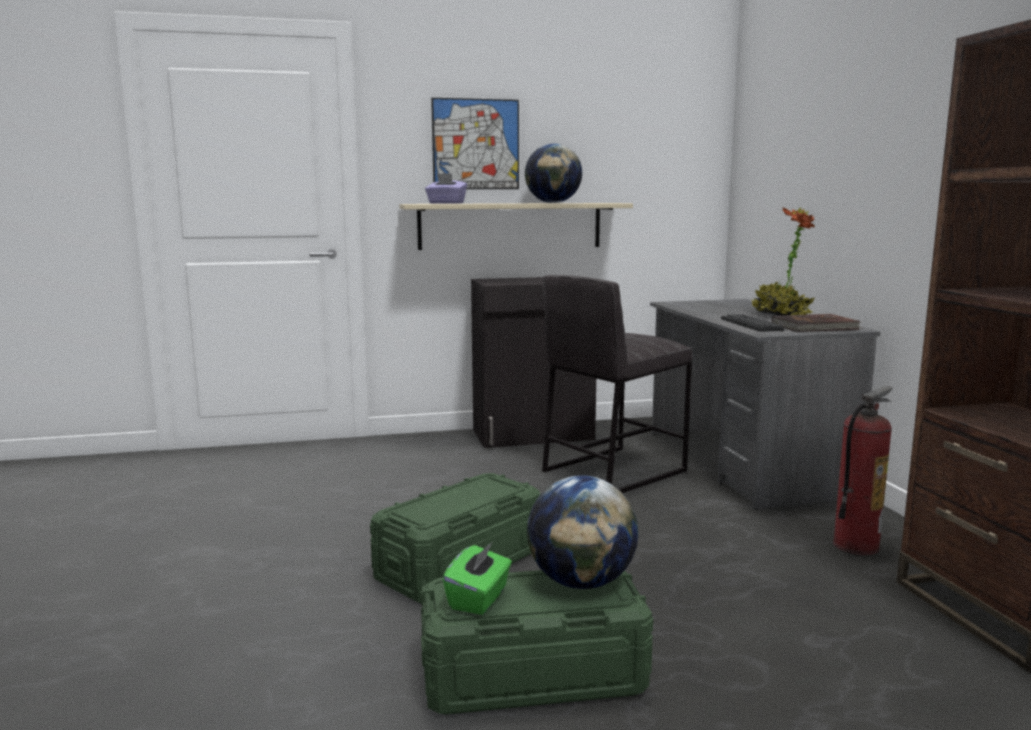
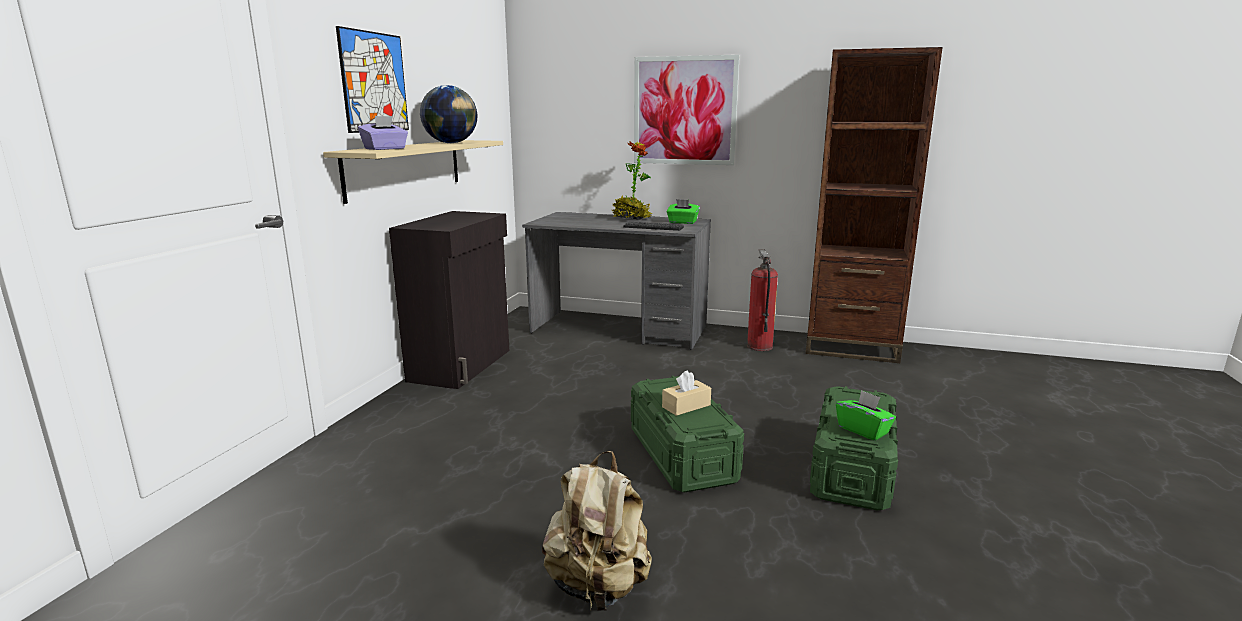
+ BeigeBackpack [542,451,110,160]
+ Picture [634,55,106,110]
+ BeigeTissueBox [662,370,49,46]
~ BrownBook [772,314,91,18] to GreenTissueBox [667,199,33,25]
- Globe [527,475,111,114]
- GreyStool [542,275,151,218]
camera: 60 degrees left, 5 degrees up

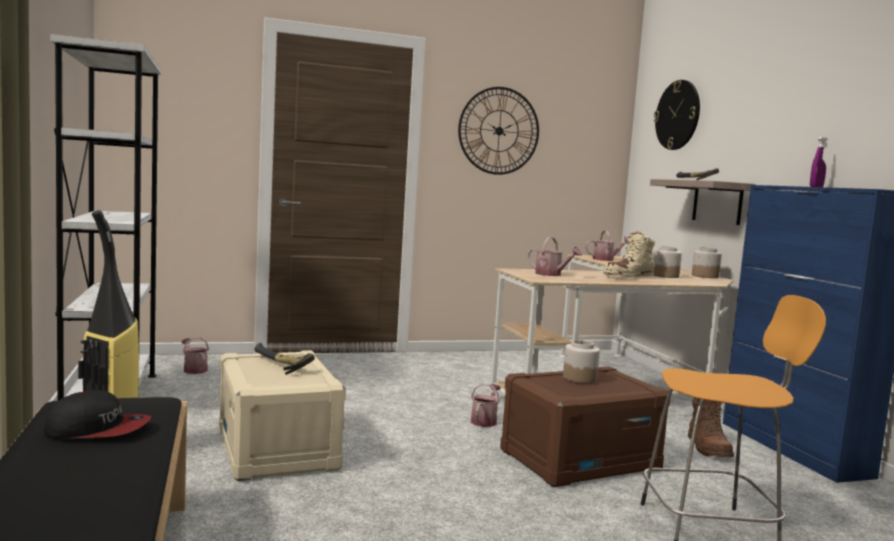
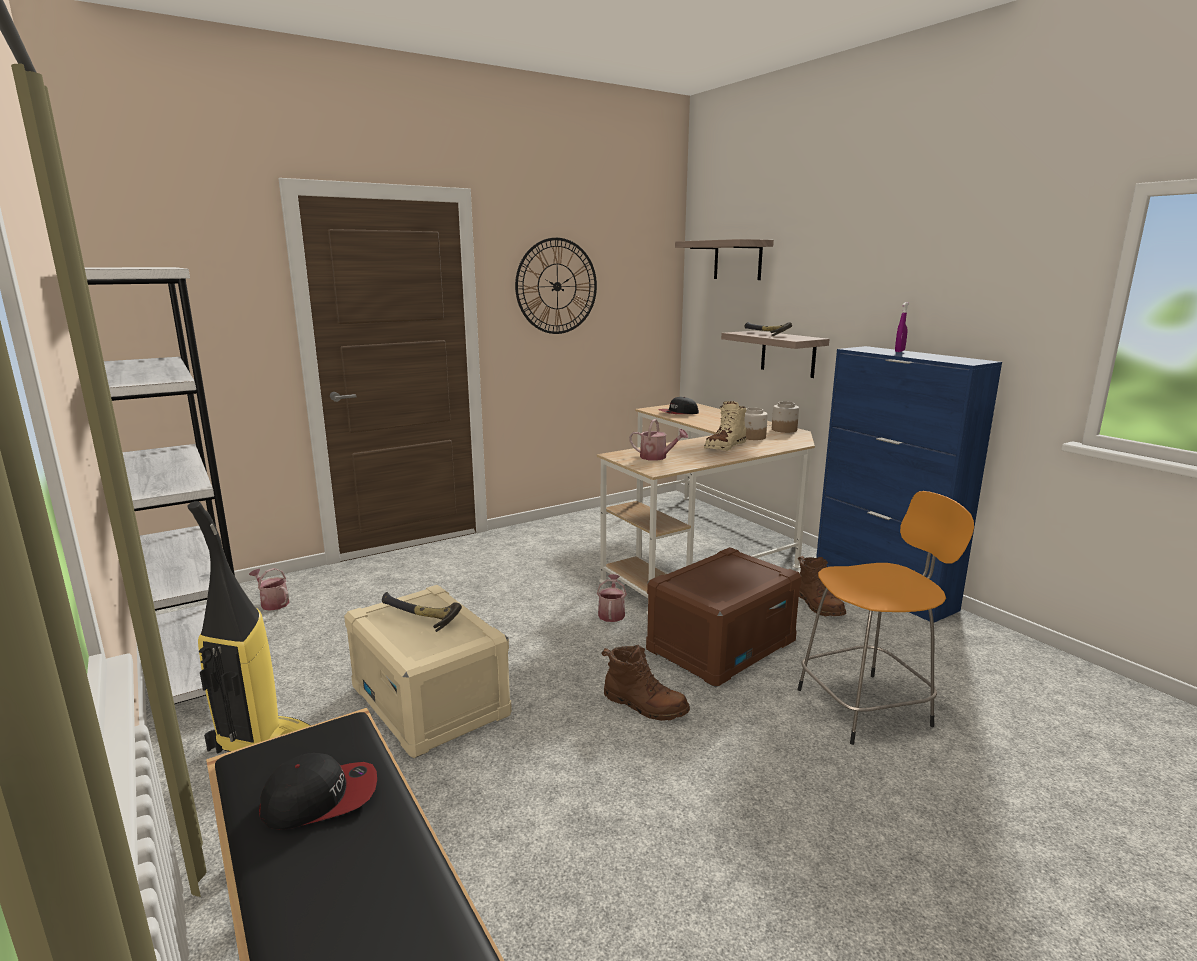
+ BrownBoot [601,645,89,76]
~ WateringCan [585,230,43,31] to Cap [658,397,41,17]
~ WallClock [654,80,46,70] to Shelf [675,239,99,41]
- Jar [563,340,37,43]
camera: 15 degrees left, 10 degrees up

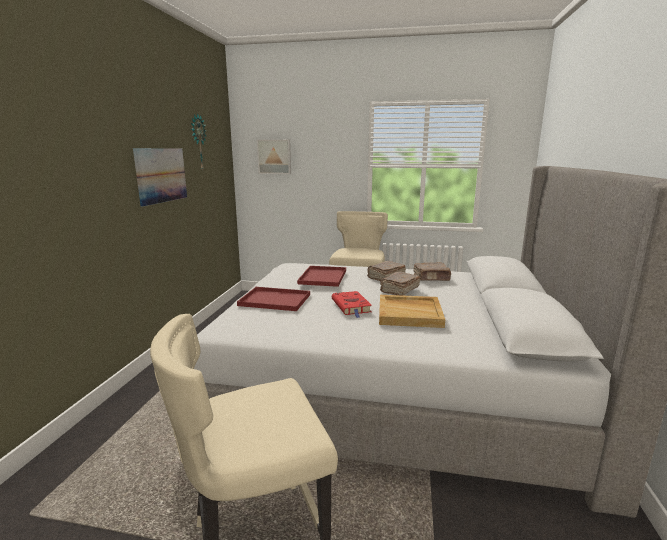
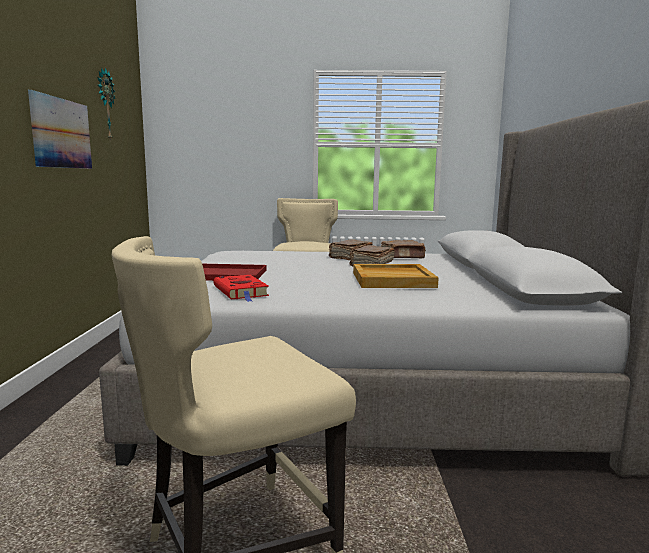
~ RedBook [332,291,40,27] to [214,275,55,27]
- Picture [257,139,34,35]
- RedTray [297,266,49,21]
camera: 10 degrees left, 5 degrees down

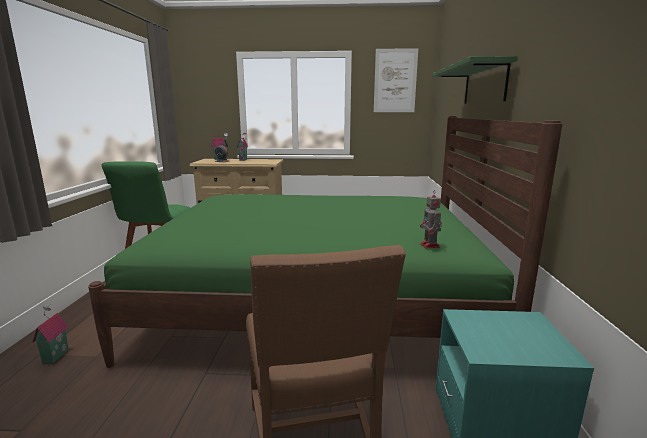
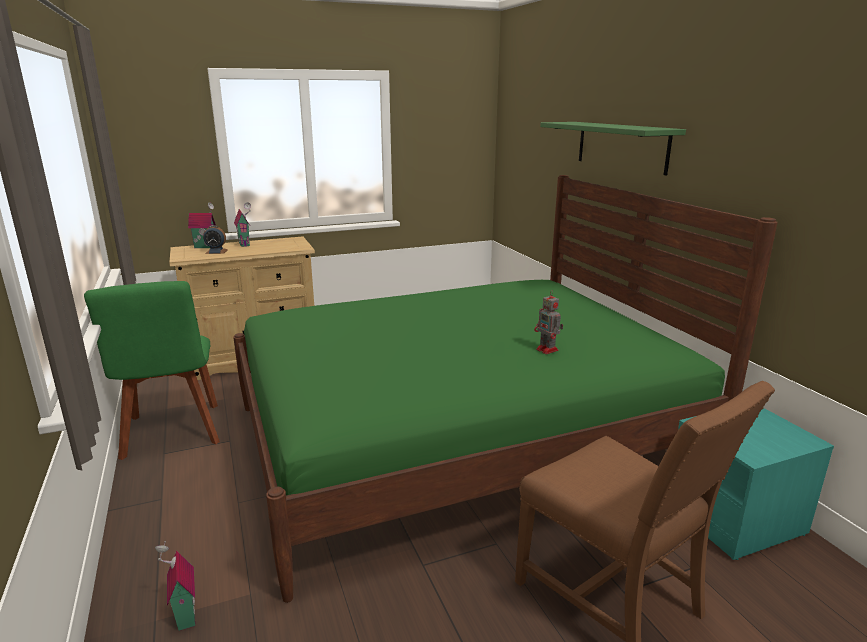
~ ToyRobot [420,190,22,58] to [534,290,29,64]
- Picture [374,48,44,64]
camera: 25 degrees left, 5 degrees up

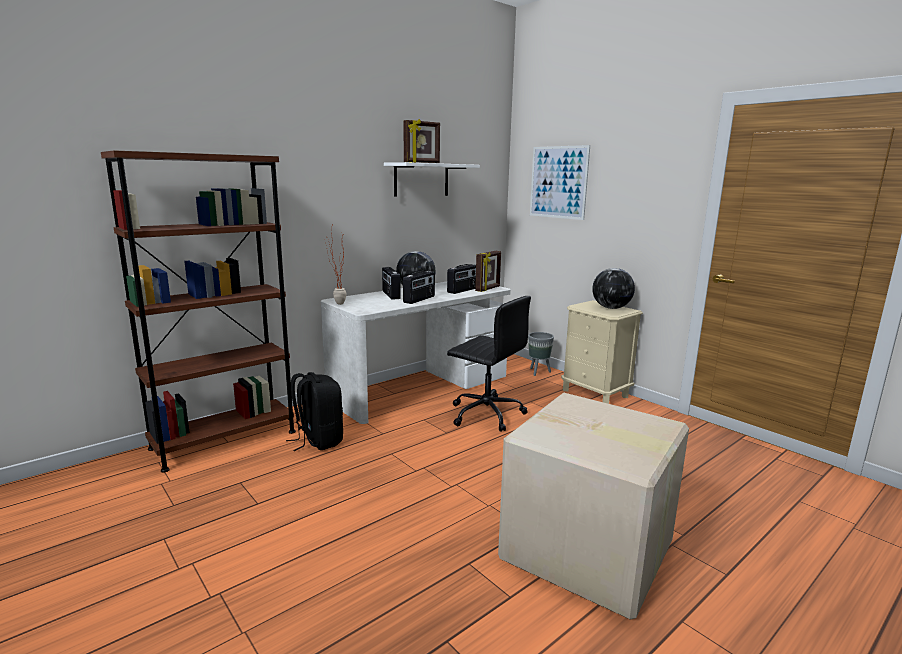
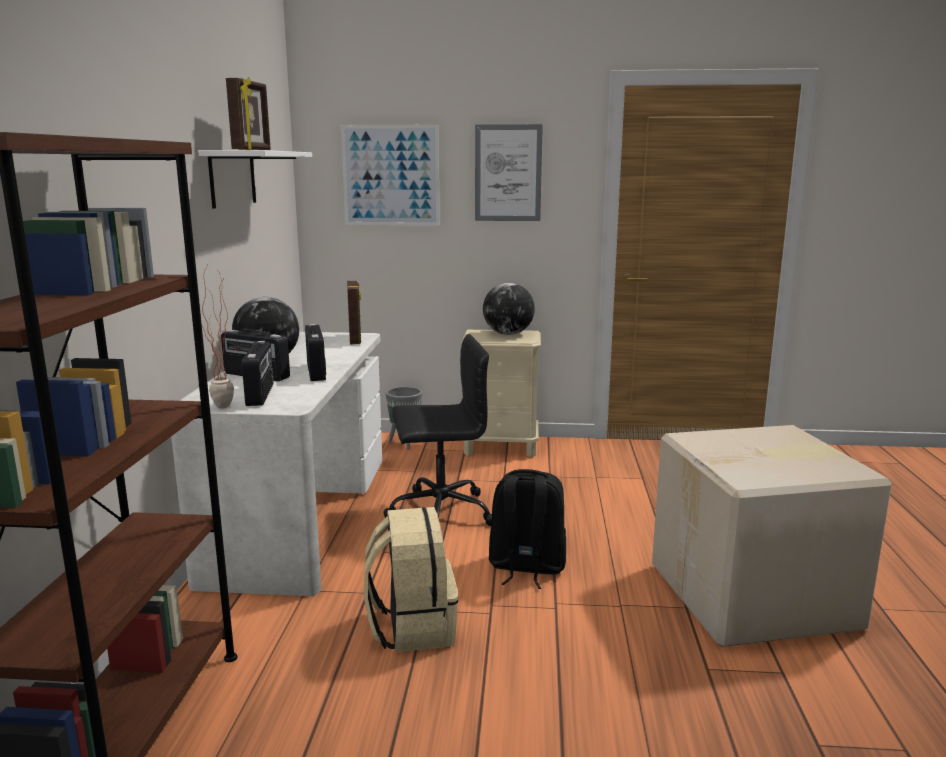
~ Radio [447,264,29,30] to [242,341,32,65]
+ BeigeBackpack [364,507,94,145]
+ Picture [475,124,68,97]
~ BlackBackpack [286,372,57,79] to [489,469,77,120]
camera: 45 degrees left, 0 degrees up

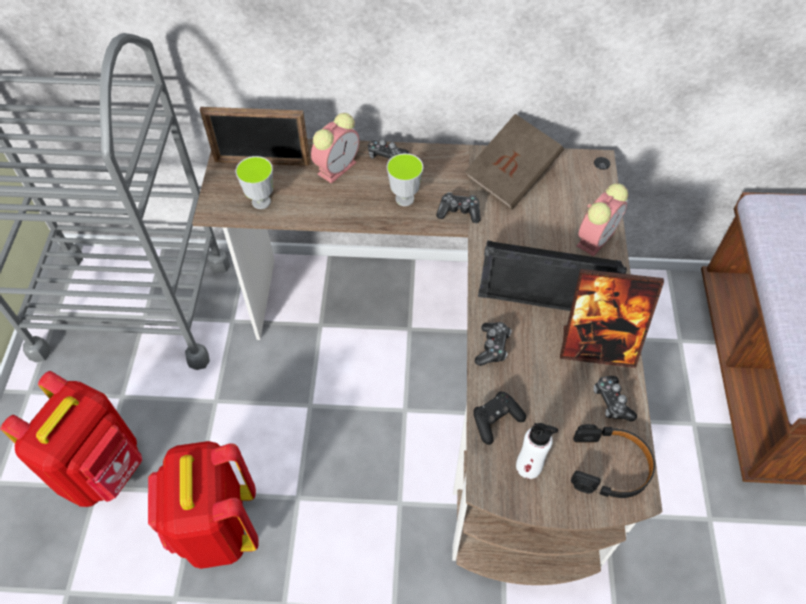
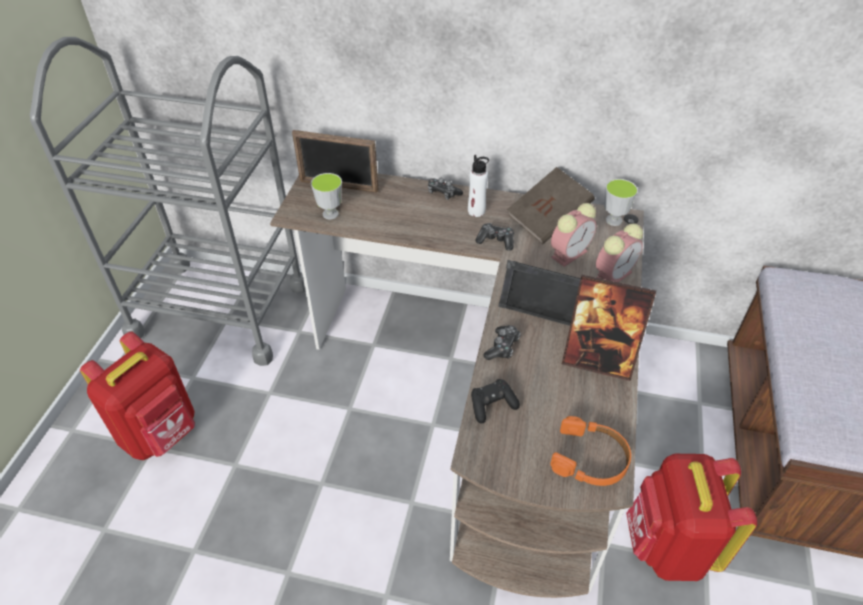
~ WhiteBottle [516,423,42,56] to [468,155,21,62]
~ BlackHeadphones [571,424,84,74] to OrangeHeadphones [550,416,81,70]
~ AlarmClock [311,113,48,71] to [551,203,45,64]
~ Cup [387,153,36,53] to [604,179,34,47]
~ RedBackpack [148,441,111,128] to [626,454,131,127]
- GameController [594,376,43,45]
camera: 10 degrees right, 10 degrees down

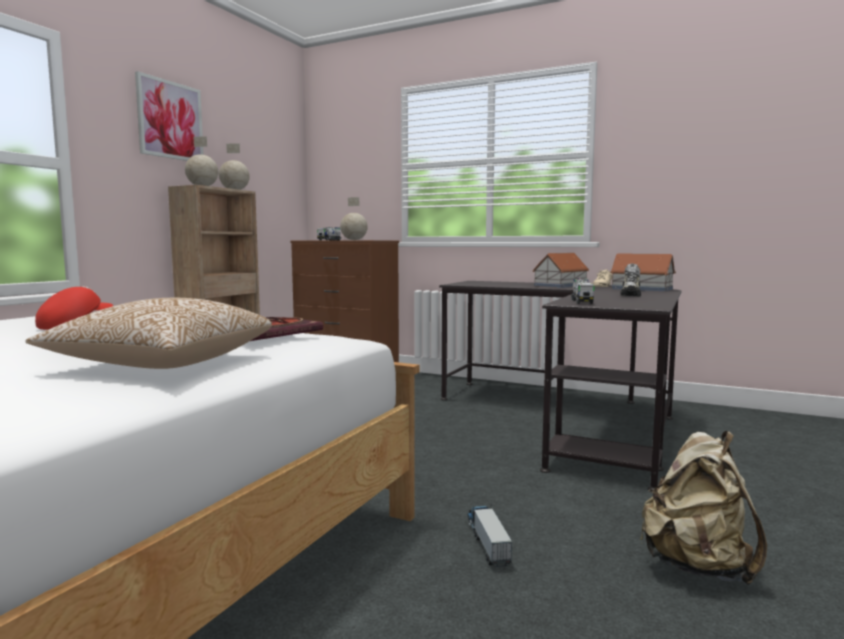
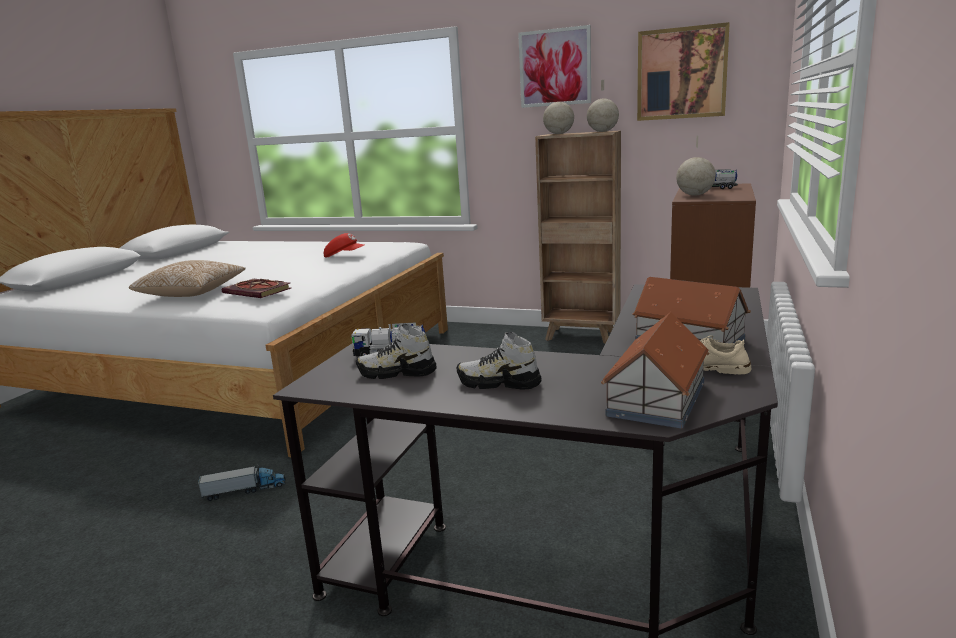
+ Shoe [356,324,81,55]
+ Picture [637,22,93,99]
- BeigeBackpack [640,431,127,154]
camera: 85 degrees right, 10 degrees up

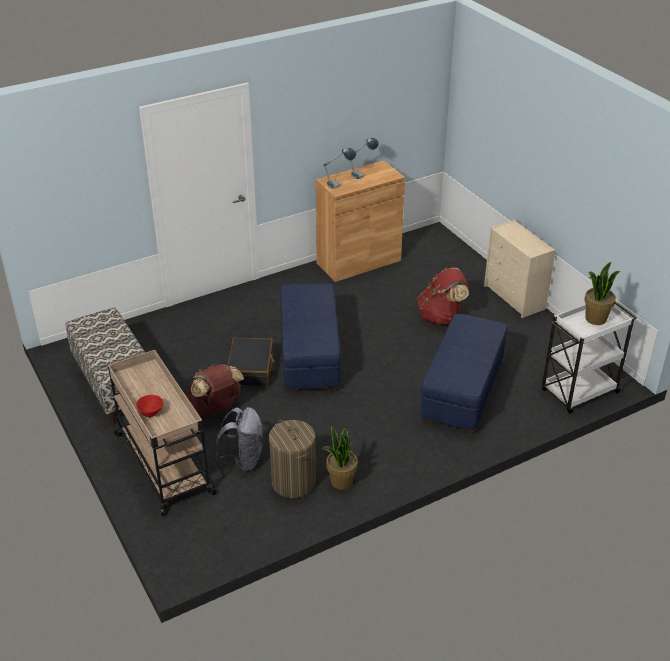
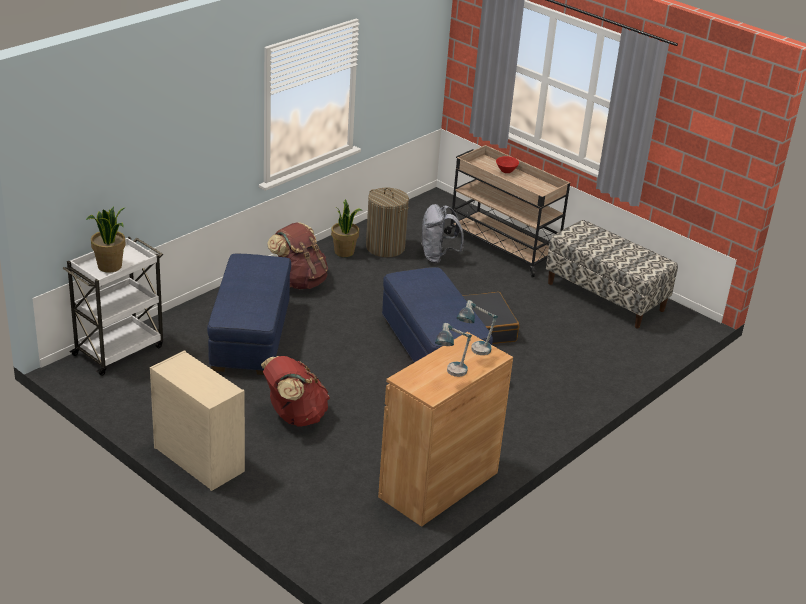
~ BrownBackpack [186,364,58,52] to [267,222,61,67]
camera: 160 degrees right, 5 degrees down

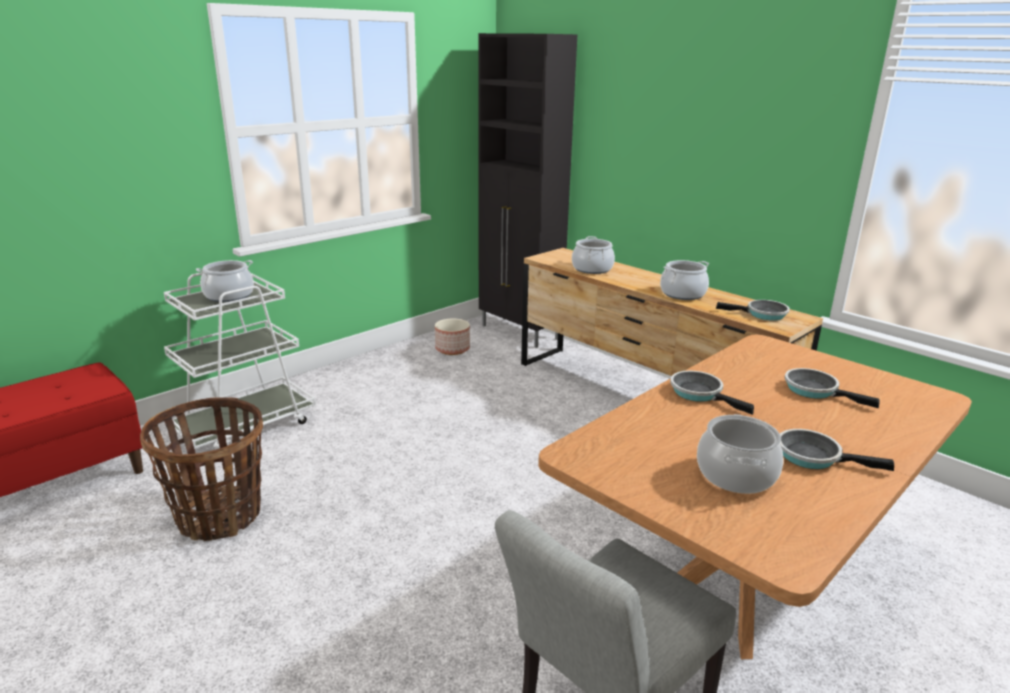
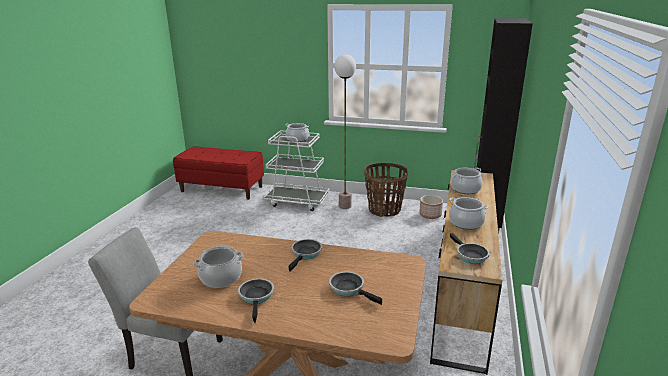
~ FryingPan [785,368,95,40] = [329,271,53,34] 60 degrees counterclockwise
+ FloorLamp [334,54,22,155]
~ Basket [140,397,123,144] to [364,163,44,54]
camera: 60 degrees right, 0 degrees up

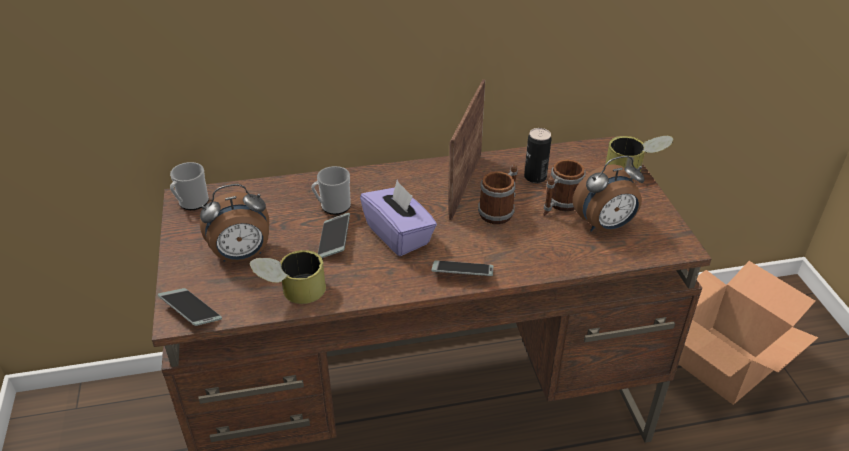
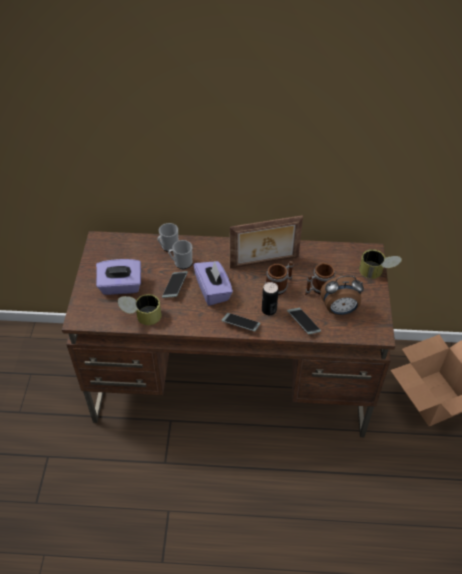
~ AlarmClock [200,184,69,78] to PurpleTissueBox [96,259,45,36]
~ Mug [170,162,39,48] to [157,223,21,29]
~ PictureFrame [448,79,37,141] = [230,215,73,54] 135 degrees counterclockwise
~ Can [524,128,27,55] to [262,282,16,33]
~ Phone [158,288,64,38] to [287,308,34,26]
camera: 15 degrees right, 10 degrees up

